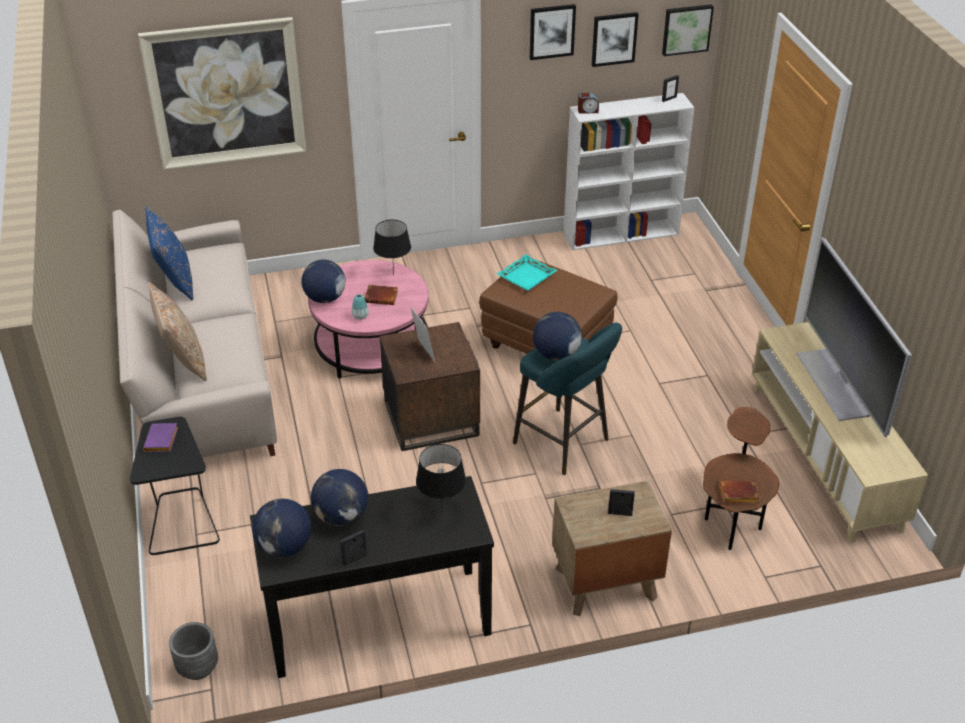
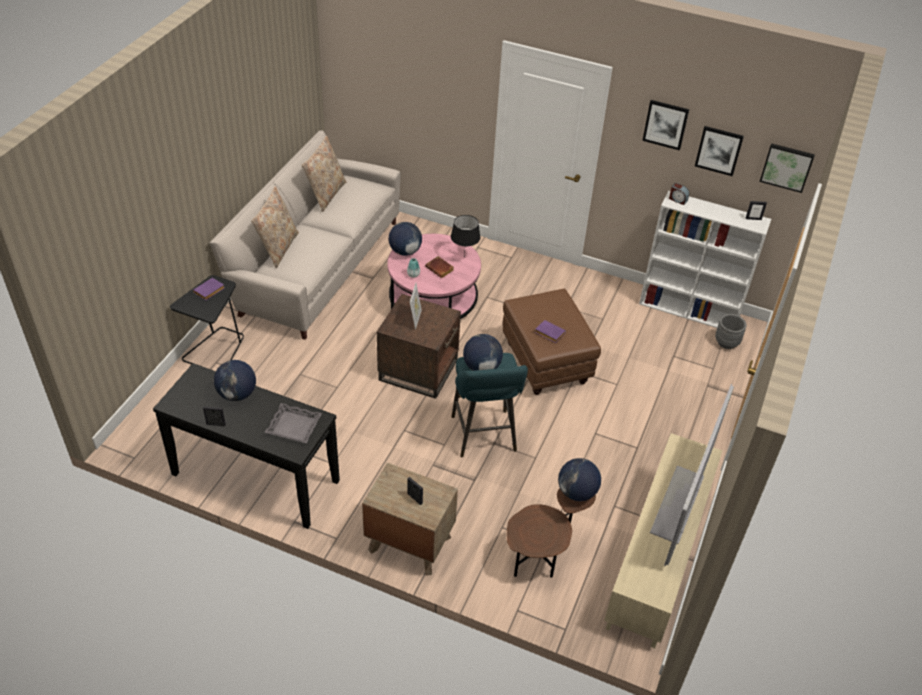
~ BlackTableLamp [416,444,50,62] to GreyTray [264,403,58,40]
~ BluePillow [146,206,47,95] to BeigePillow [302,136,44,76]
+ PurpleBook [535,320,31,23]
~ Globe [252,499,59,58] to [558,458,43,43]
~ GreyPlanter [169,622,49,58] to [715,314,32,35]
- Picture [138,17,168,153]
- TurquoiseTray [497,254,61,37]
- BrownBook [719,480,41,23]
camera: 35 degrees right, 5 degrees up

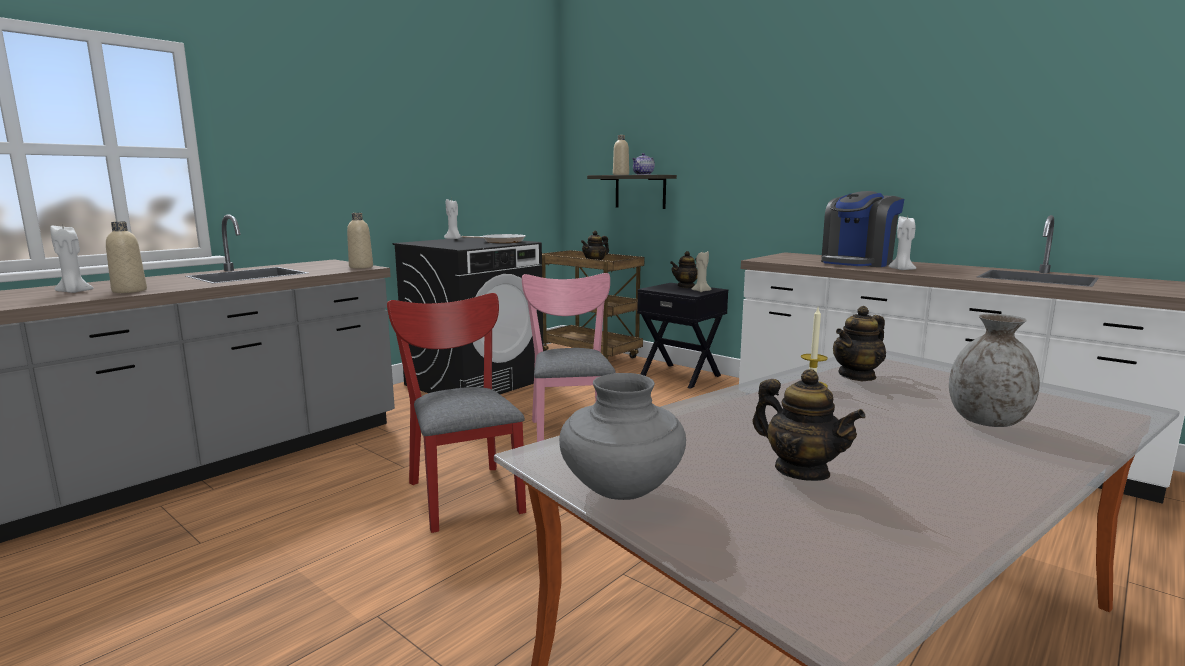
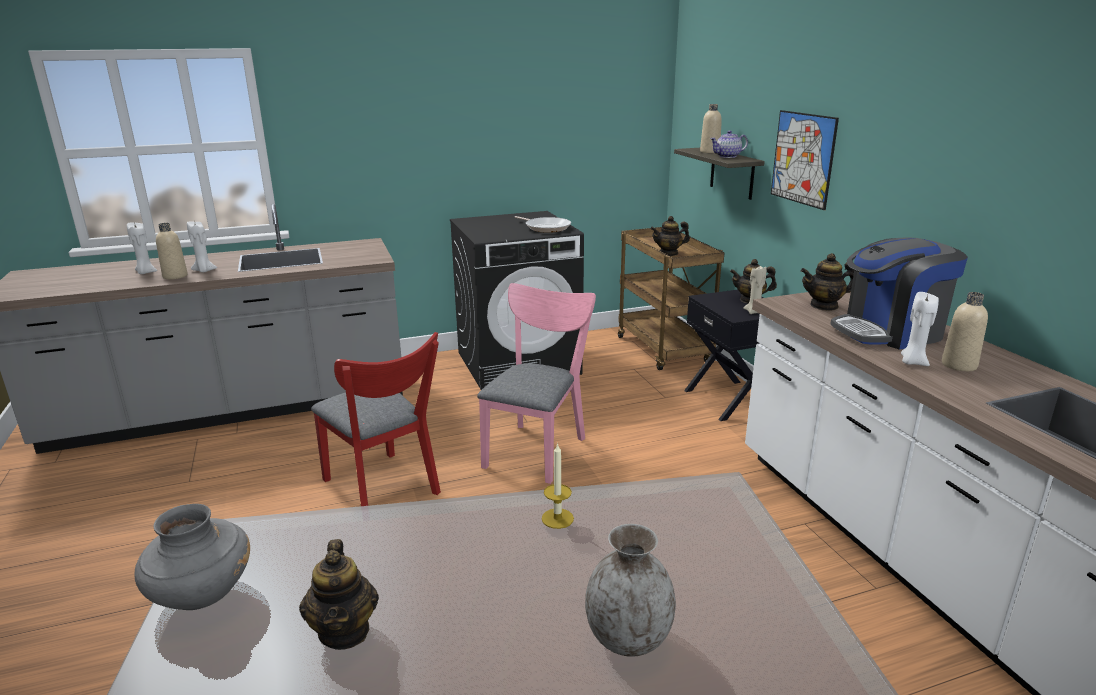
~ WhiteCandle [444,199,18,40] to [187,220,30,52]
~ RedChair [387,293,139,240] = [311,332,130,174] 135 degrees clockwise
+ Picture [771,110,68,100]
~ Teapot [833,306,53,75] to [801,253,53,58]
~ BeigeBottle [347,213,26,56] to [942,292,46,79]
camera: 30 degrees right, 10 degrees up

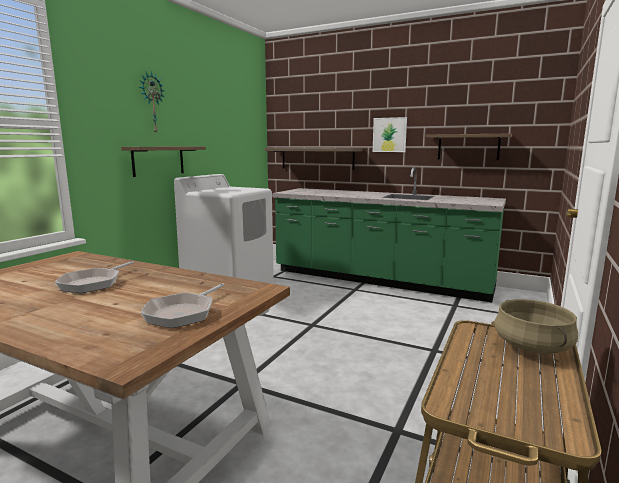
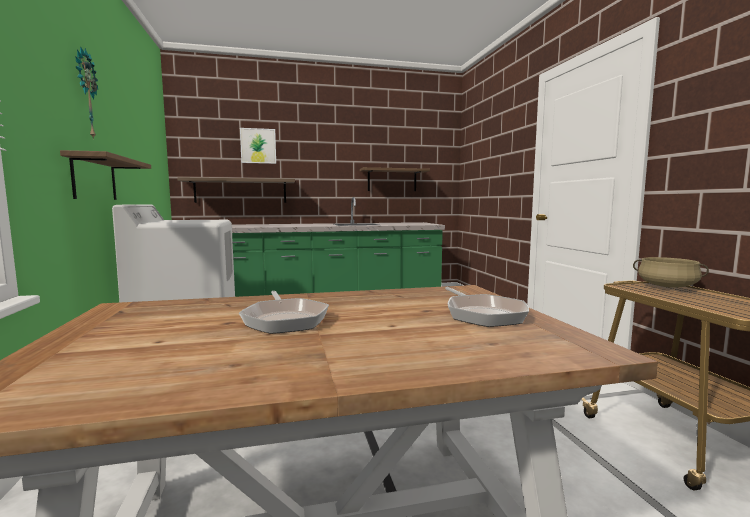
~ Picture [373,117,34,35] to [240,128,36,36]
camera: 40 degrees left, 5 degrees down

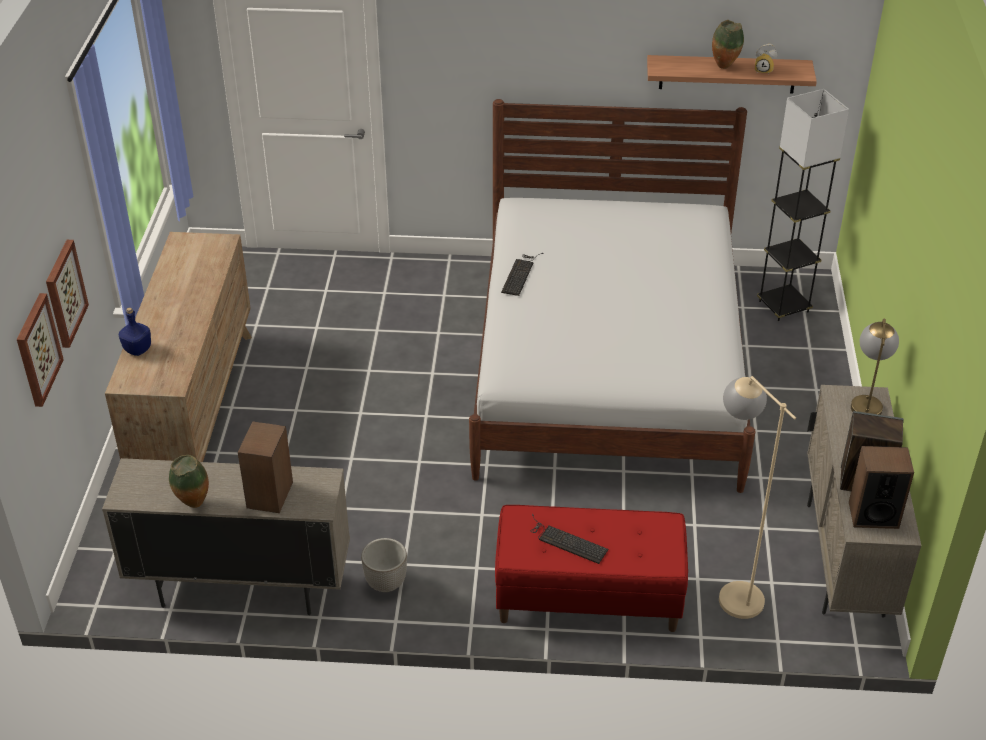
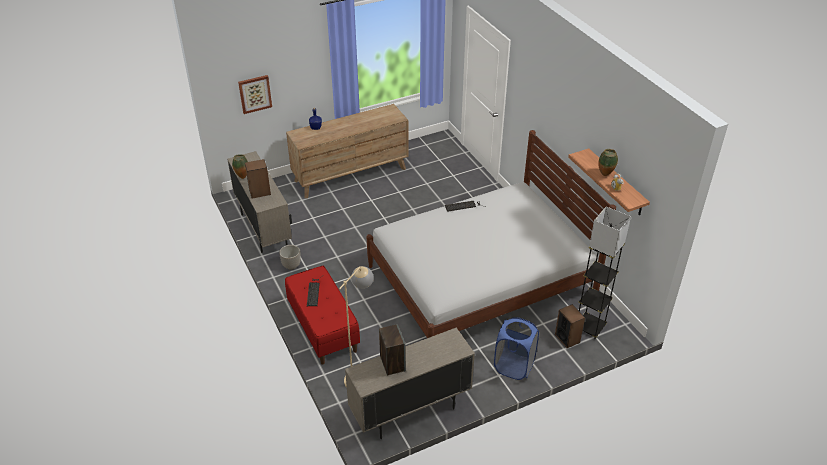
+ BlueLaundryBasket [494,317,45,63]
~ Speaker [849,446,65,83] to [555,304,30,44]
- Picture [46,240,43,108]
- TableLamp [851,318,48,97]
camera: 60 degrees right, 0 degrees up

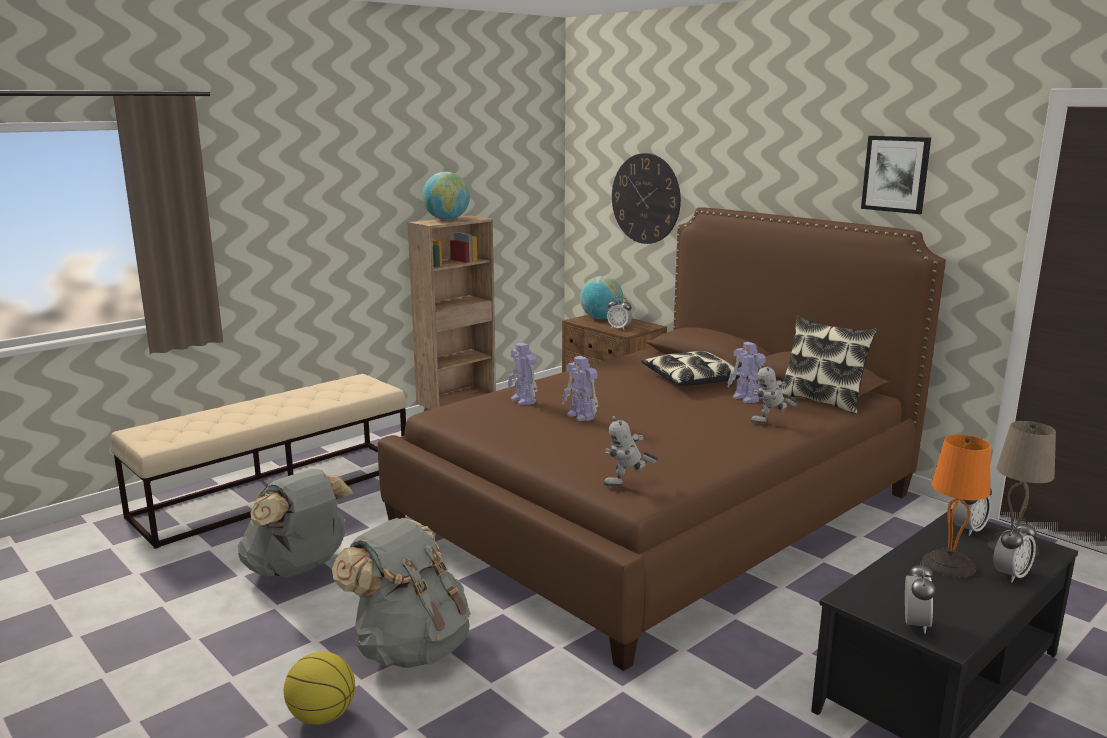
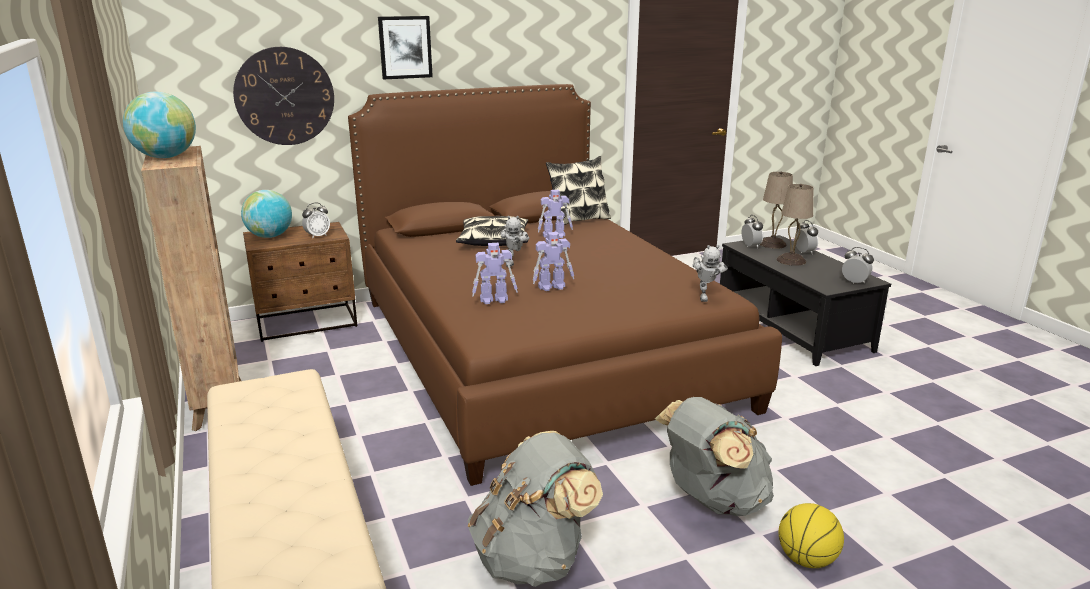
~ Picture [861,136,70,78] to [378,16,55,64]
~ ToyRobot [751,363,47,61] to [500,216,30,51]
~ OrangeTableLamp [922,435,69,143] to BeigeTableLamp [777,184,36,82]
camera: 70 degrees left, 5 degrees up

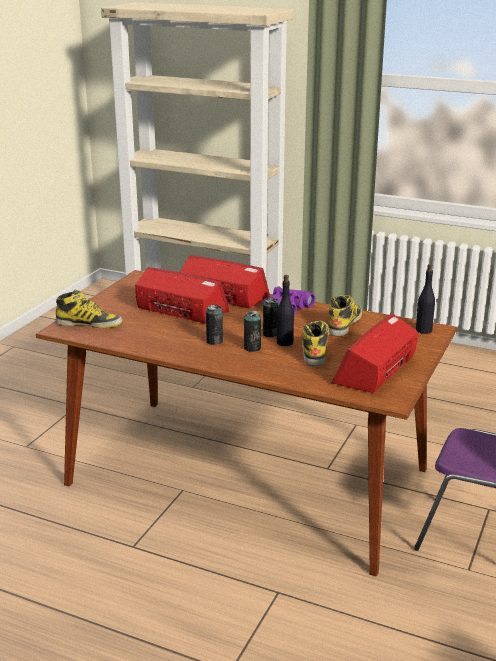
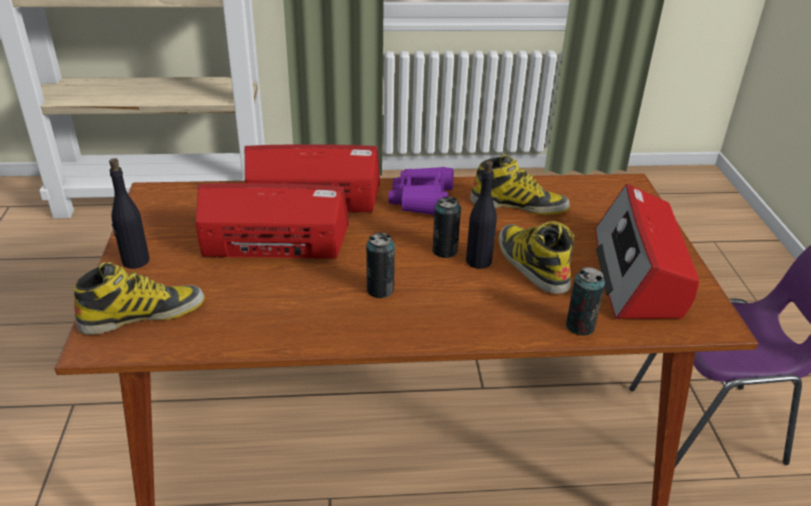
~ BlackBottle [416,264,19,70] to [109,158,41,111]
~ Boot [329,295,33,41] = [470,154,100,61] 105 degrees clockwise
~ Can [244,310,17,42] to [566,267,39,69]
camera: 30 degrees left, 10 degrees up

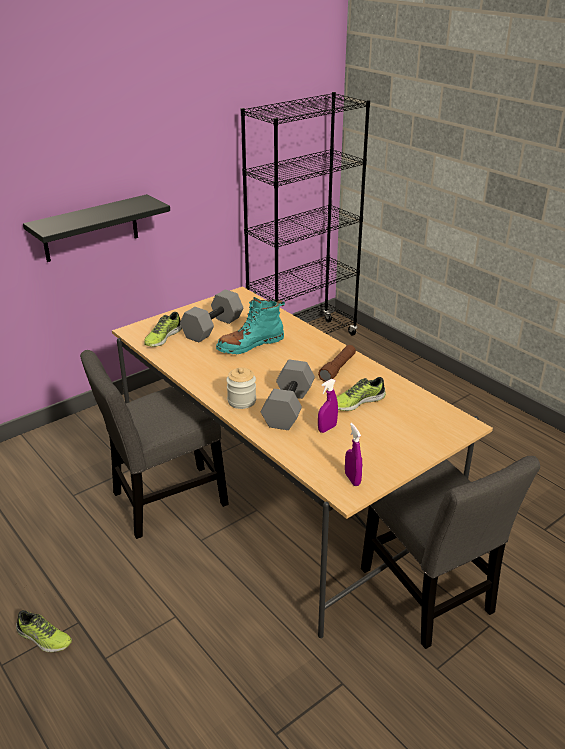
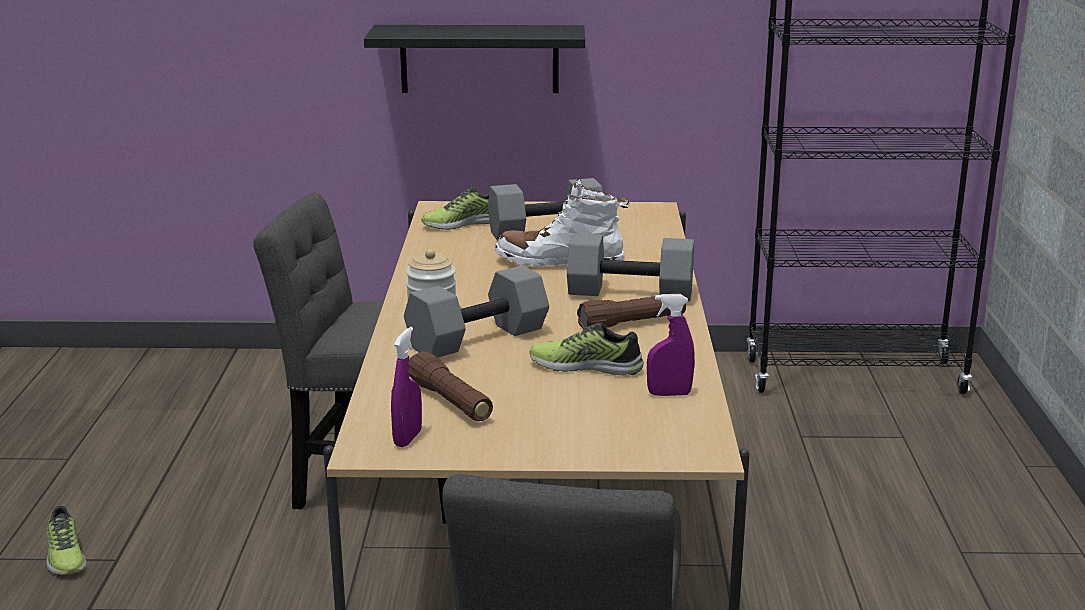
+ BrownFlashlight [408,351,85,70]
~ TurquoiseBoot [216,297,69,57] to WhiteBoot [495,179,135,87]
+ GreyDumbbell [567,233,127,69]
~ PurpleSprayBottle [318,379,20,54] to [647,294,48,102]
camera: 40 degrees right, 10 degrees down

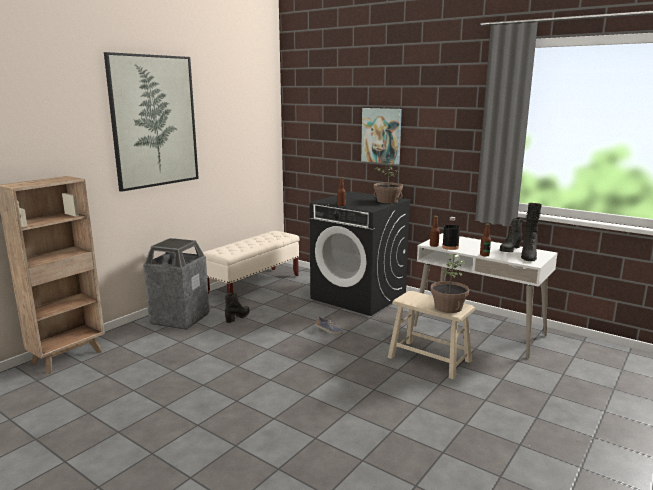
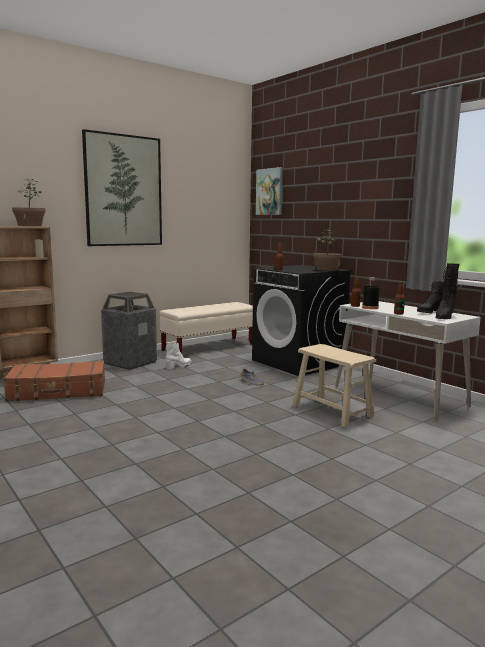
+ BrownSuitcase [3,360,102,42]
~ PottedPlant [430,254,39,59] to [12,179,34,47]
~ BlackBoot [225,292,25,31] to WhiteBoot [166,342,25,27]
~ Picture [361,108,41,57] to [256,167,27,48]
camera: 15 degrees right, 5 degrees down

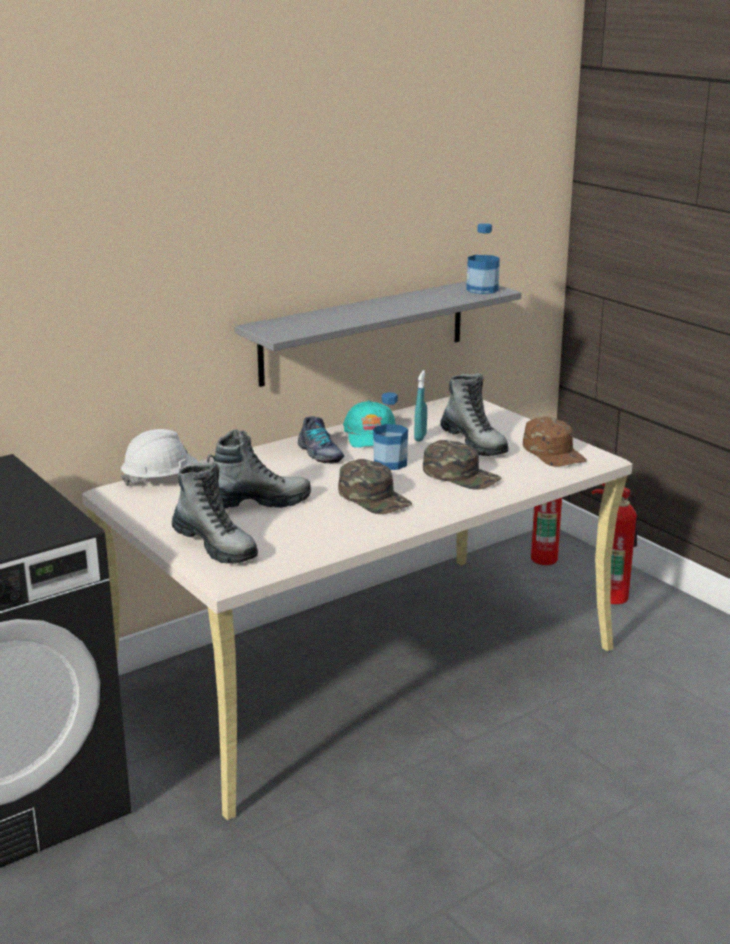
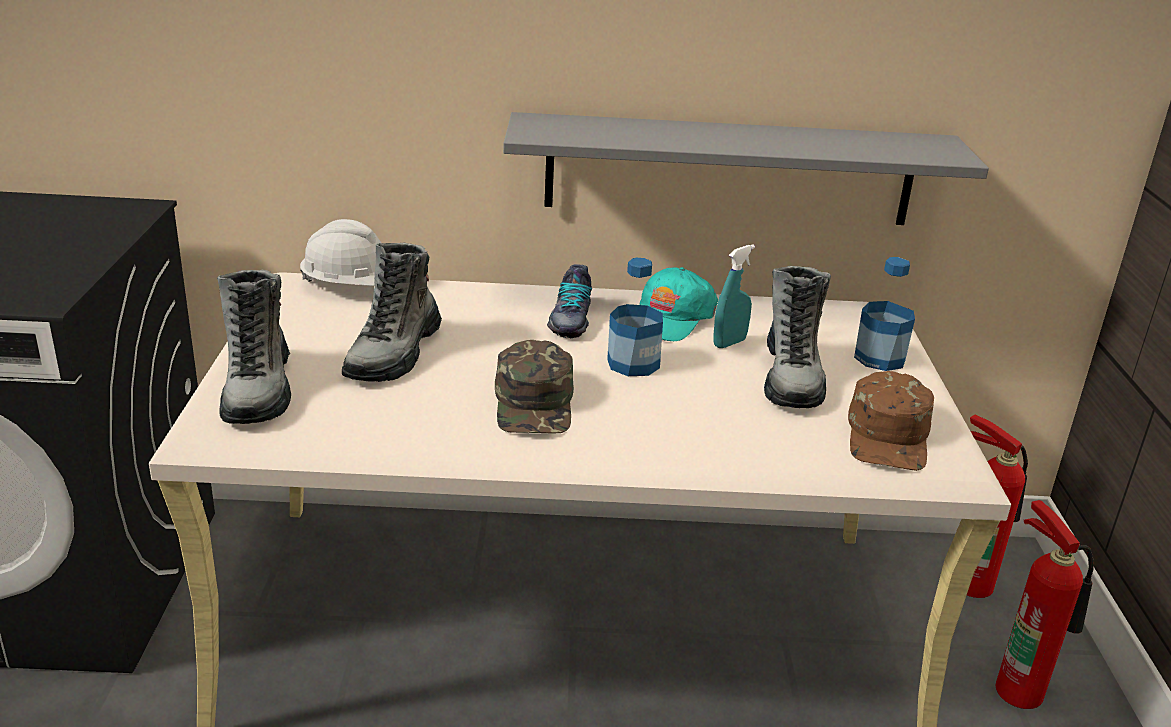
~ Boot [207,430,104,78] = [342,242,100,140] 90 degrees clockwise
~ Bottle [466,223,34,71] to [854,257,61,114]
- GreenCap [423,440,79,50]
camera: 35 degrees right, 5 degrees up

